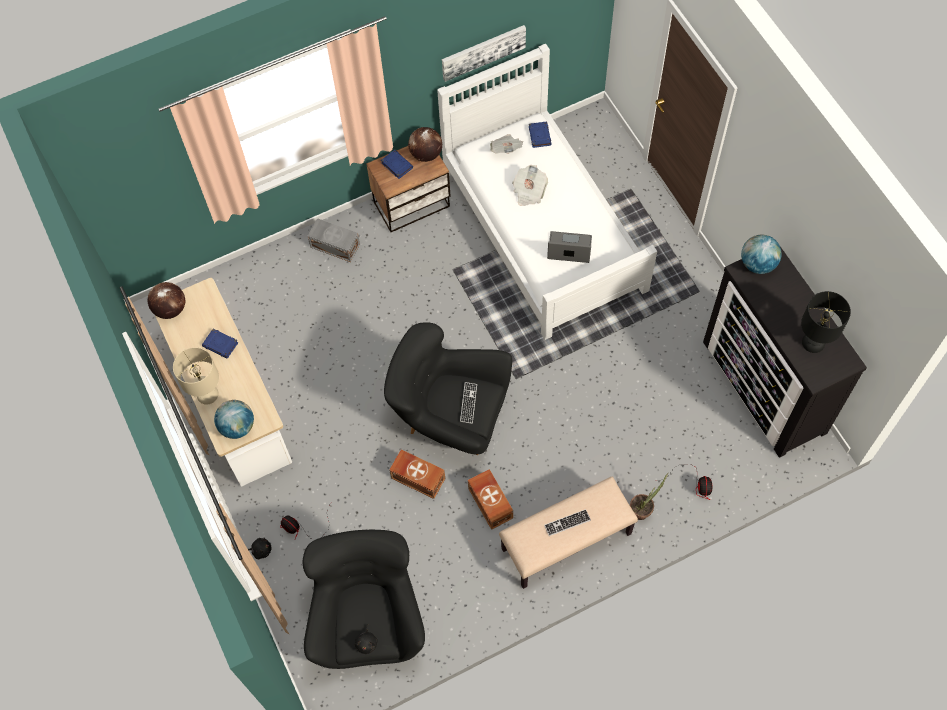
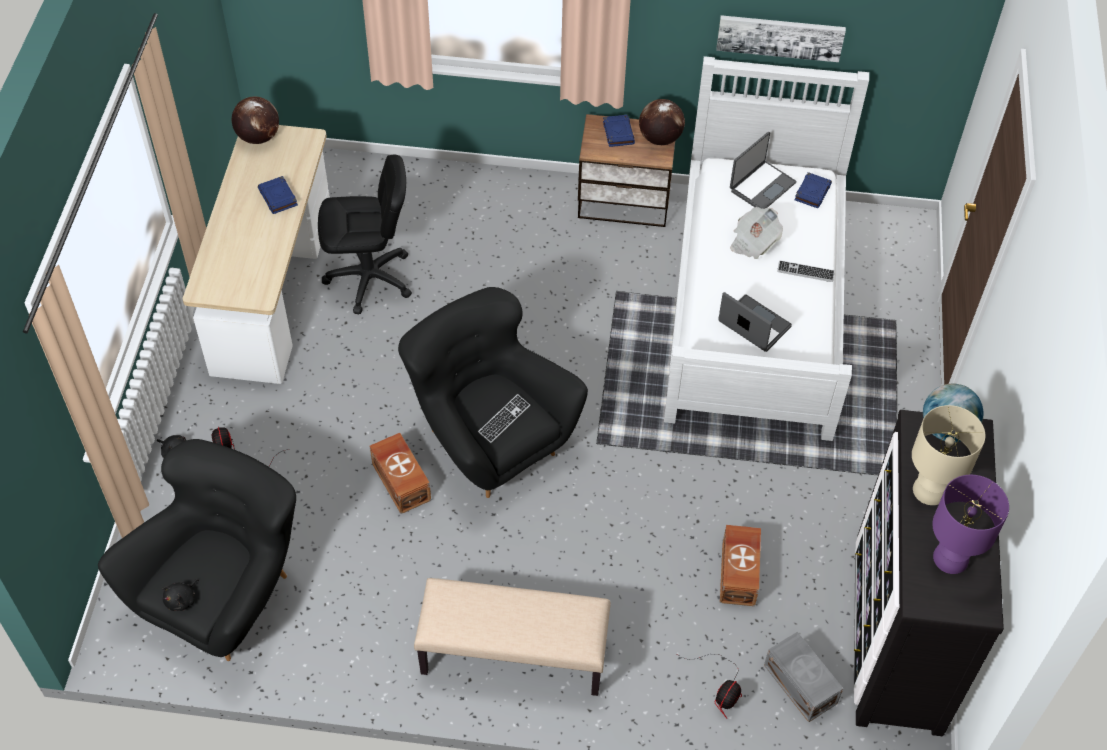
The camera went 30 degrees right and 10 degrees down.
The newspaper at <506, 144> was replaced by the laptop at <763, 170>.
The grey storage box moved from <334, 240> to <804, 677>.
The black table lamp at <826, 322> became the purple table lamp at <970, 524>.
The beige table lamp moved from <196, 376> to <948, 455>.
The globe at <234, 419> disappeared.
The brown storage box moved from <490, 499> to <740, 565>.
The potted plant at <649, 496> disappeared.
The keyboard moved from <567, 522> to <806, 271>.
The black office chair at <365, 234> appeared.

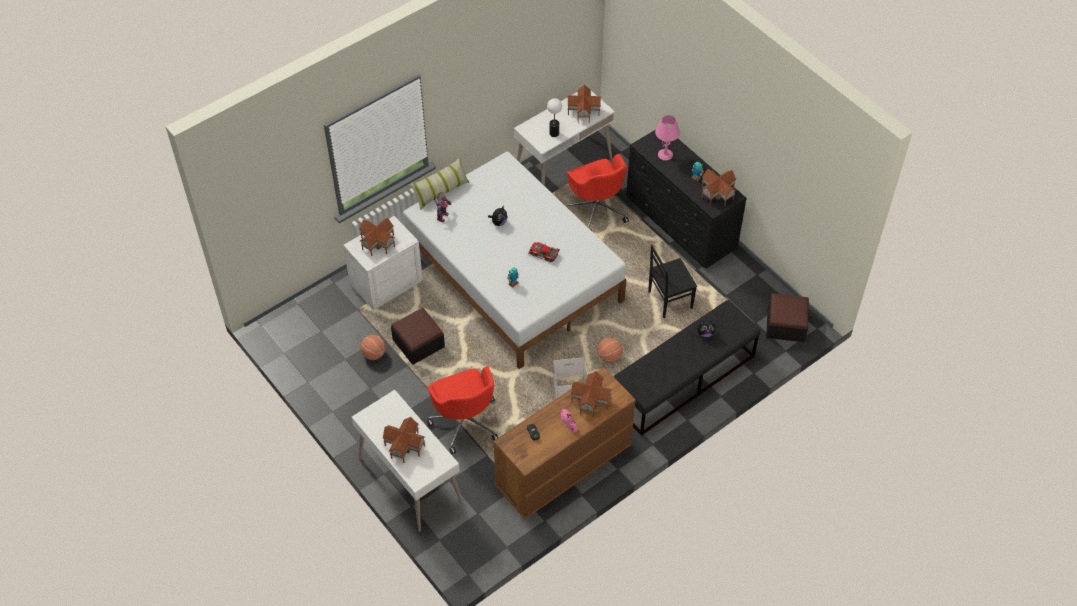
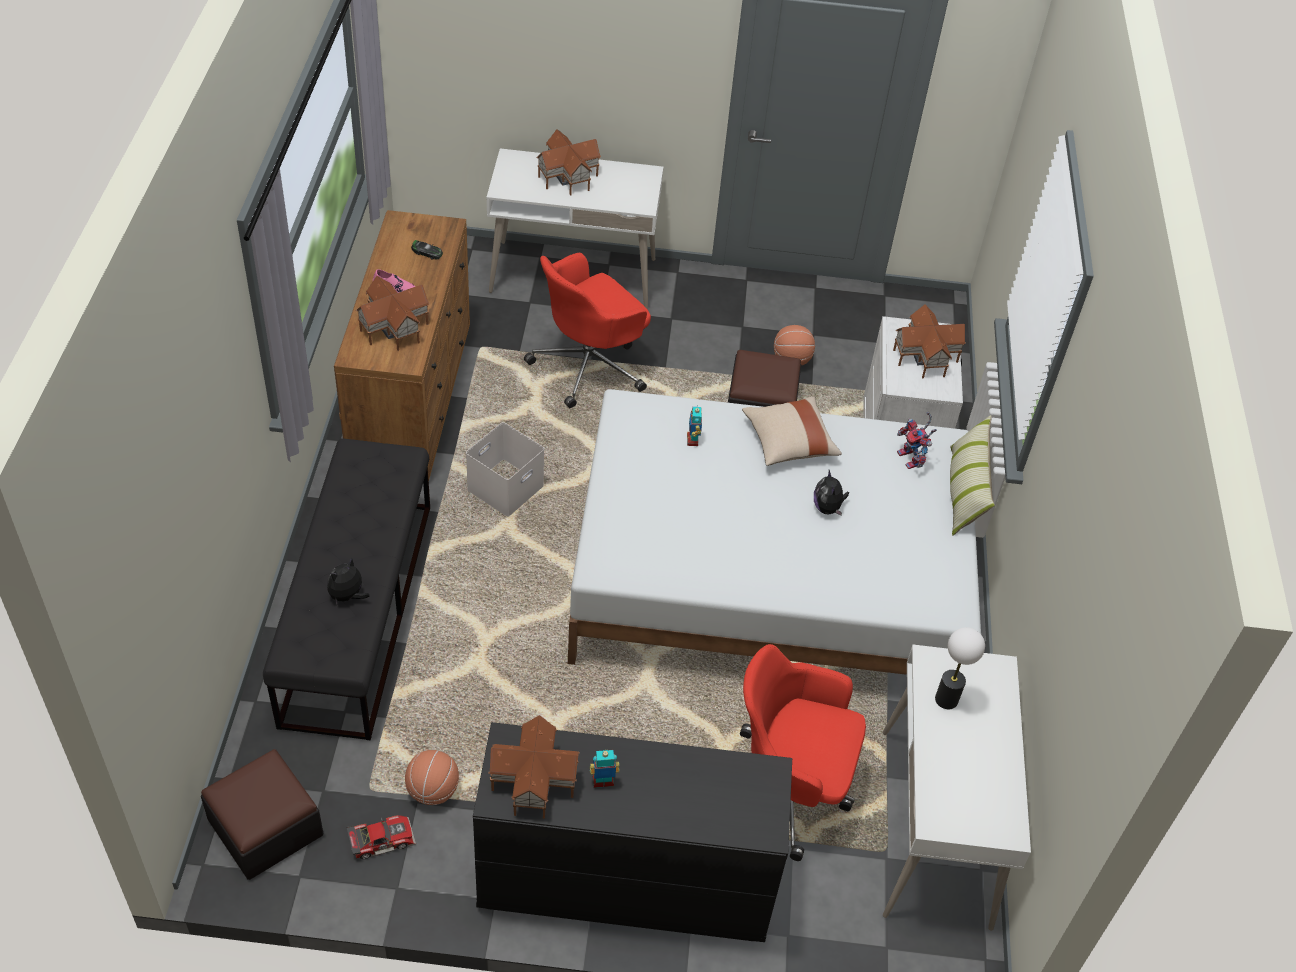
The camera went 130 degrees right and 5 degrees down.
The toy house at <584, 104> disappeared.
The pink table lamp at <667, 137> disappeared.
The toy car moved from <544, 252> to <381, 837>.
The black chair at <672, 281> disappeared.
The basketball moved from <610, 350> to <432, 777>.
The red office chair at <462, 410> turned 60 degrees counterclockwise.
The beige pillow at <792, 431> appeared.

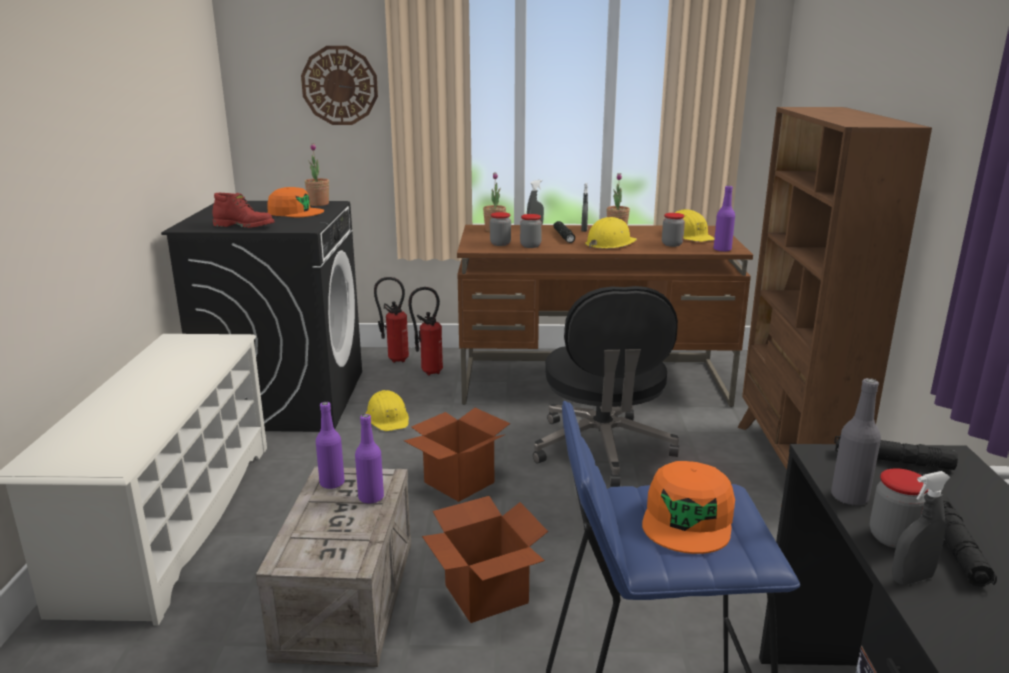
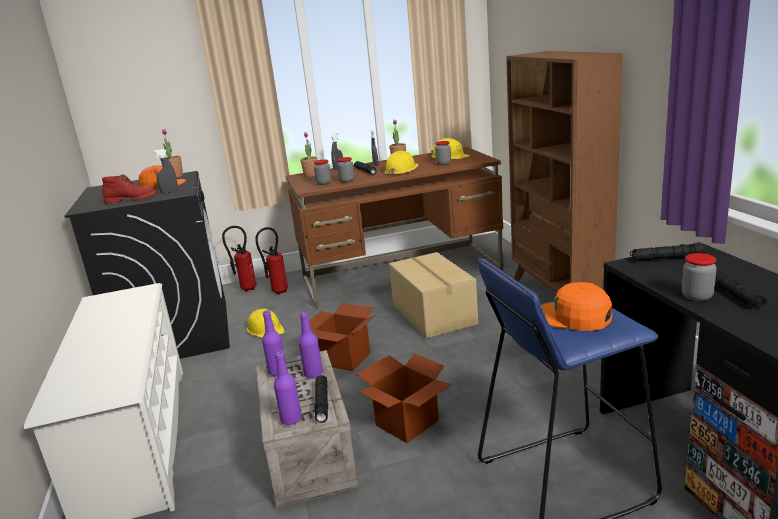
The camera went 15 degrees left and 0 degrees up.
The wall clock at <339, 85> disappeared.
The purple bottle moved from <724, 219> to <288, 388>.
The black office chair at <606, 386> was replaced by the cardboard box at <433, 295>.
The grey bottle at <856, 441> disappeared.
The orange cap at <688, 507> turned 120 degrees clockwise.
The grey spray bottle moved from <921, 528> to <165, 171>.
The black flashlight at <321, 399> appeared.

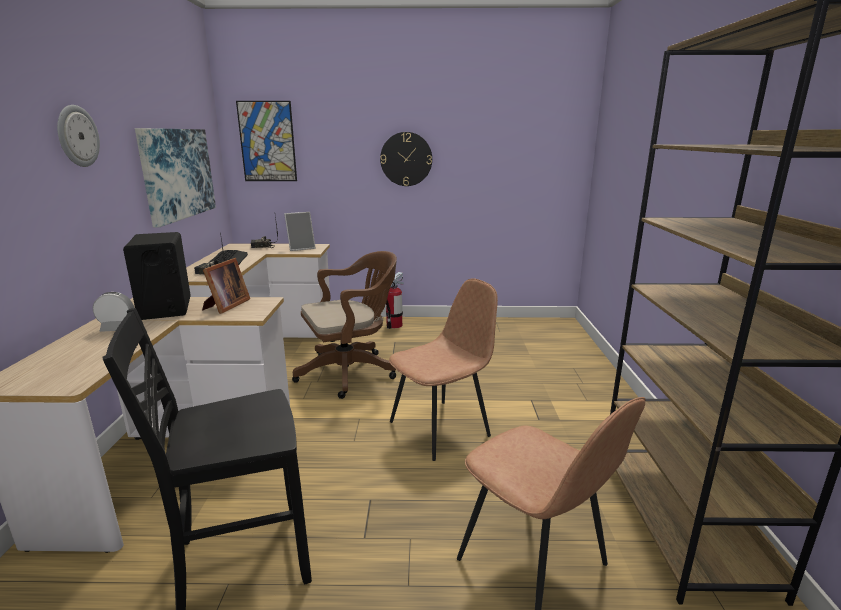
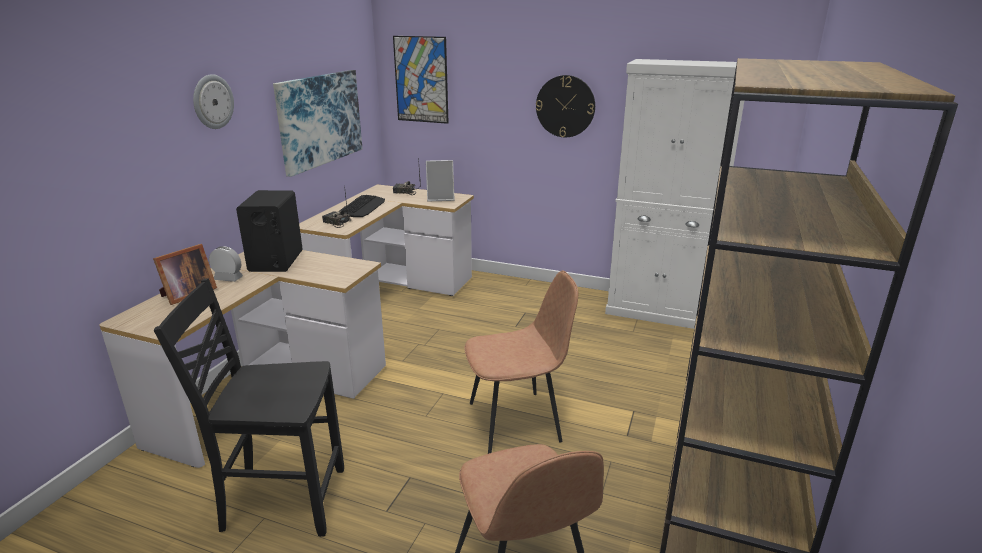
The camera went 20 degrees right and 5 degrees up.
The brown office chair at <344, 325> disappeared.
The picture frame moved from <226, 286> to <185, 274>.
The fire extinguisher at <395, 300> disappeared.
The white cabinet at <674, 194> appeared.

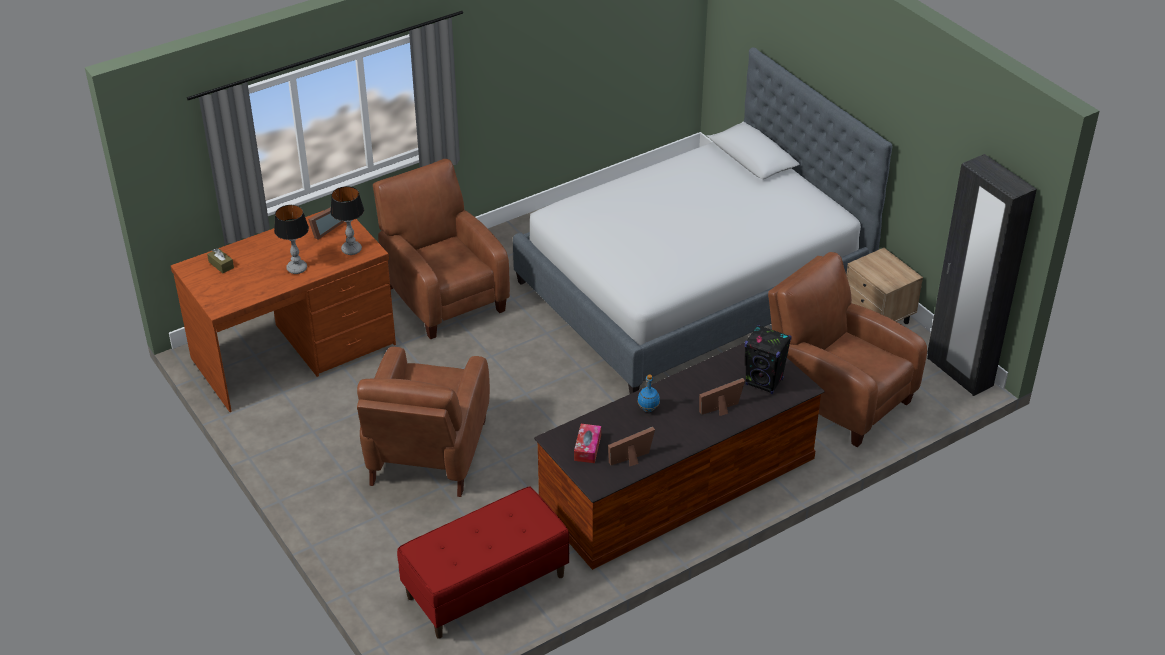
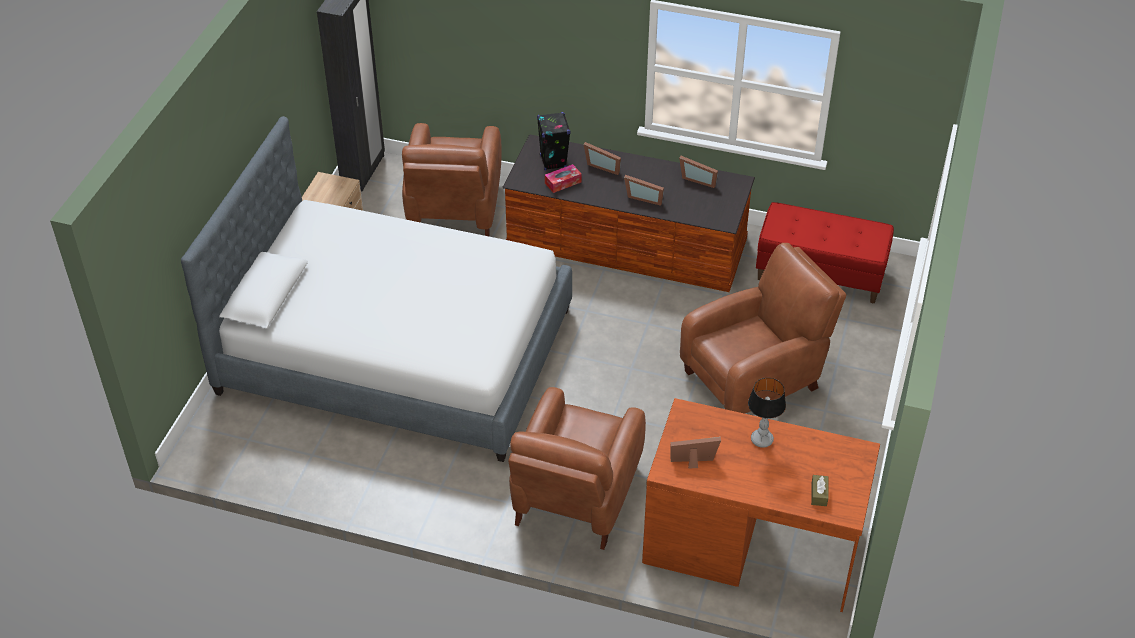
The camera went 130 degrees left and 5 degrees up.
The table lamp at <347, 220> disappeared.
The blue bottle at <648, 393> was replaced by the picture frame at <644, 190>.
The tissue box moved from <587, 443> to <563, 178>.

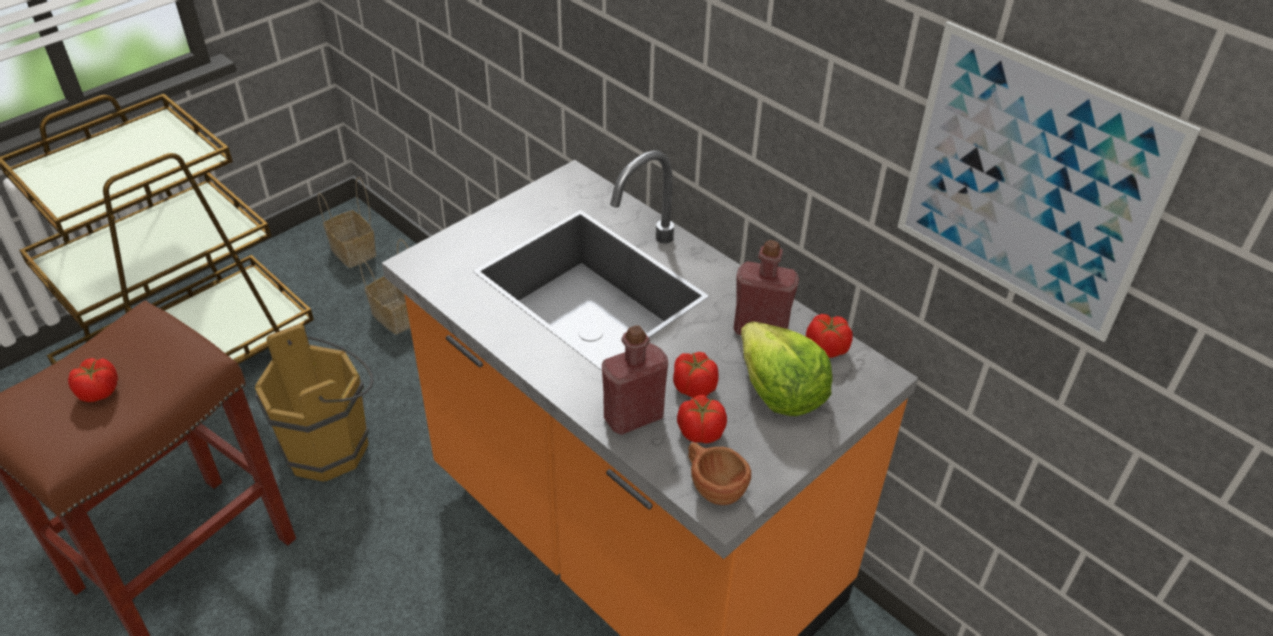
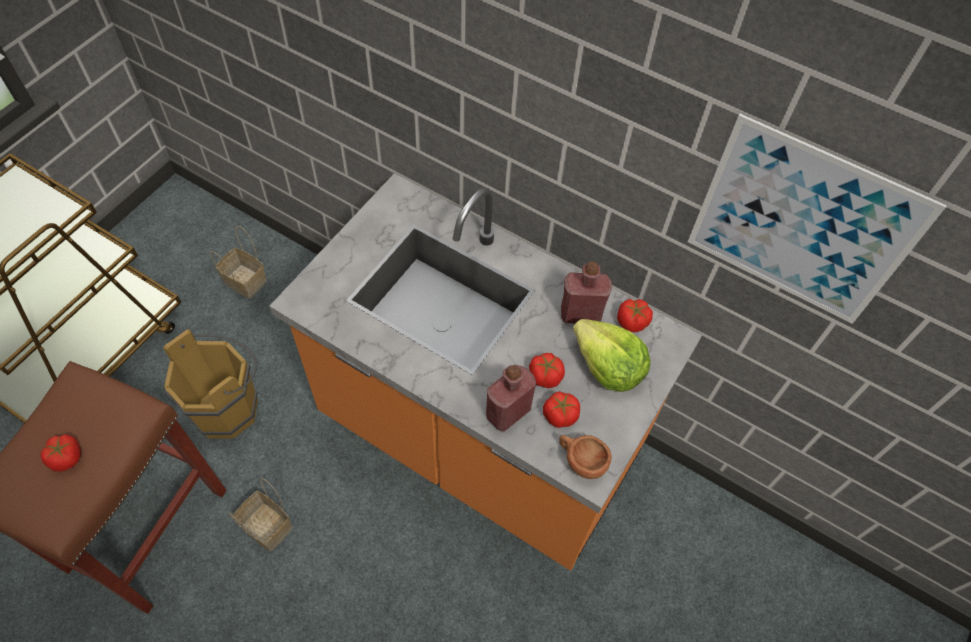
The camera went 15 degrees left and 15 degrees up.
The basket moved from <347, 222> to <260, 514>.

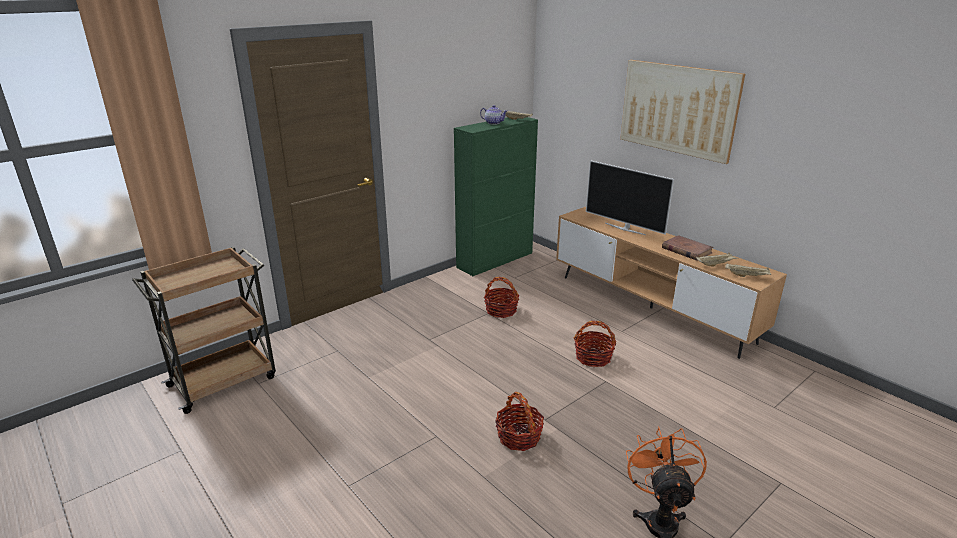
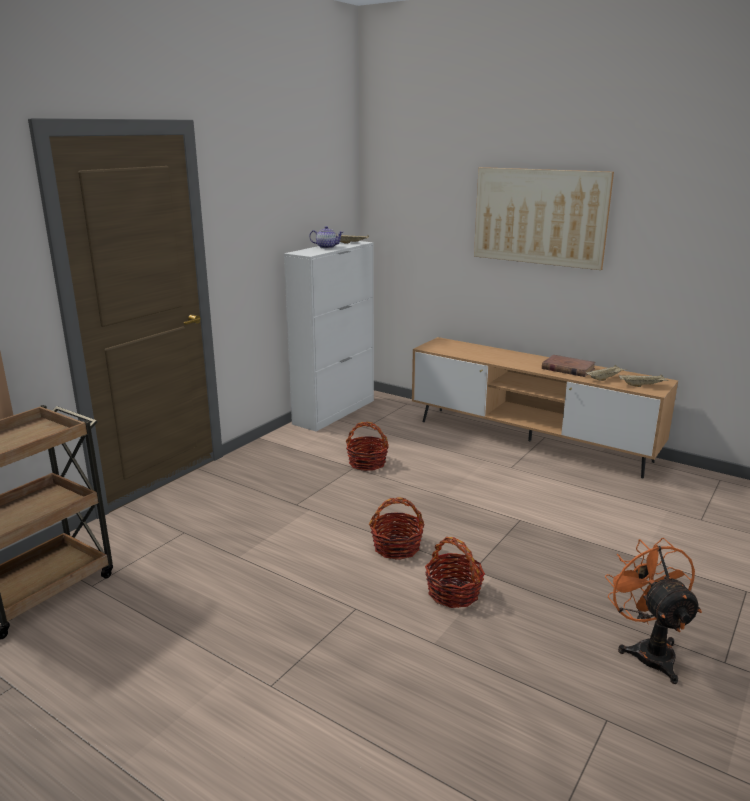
The camera went 15 degrees left and 5 degrees down.
The green cabinet at <496, 196> became the white cabinet at <329, 336>.
The television at <630, 197> disappeared.
The basket moved from <595, 344> to <397, 528>.

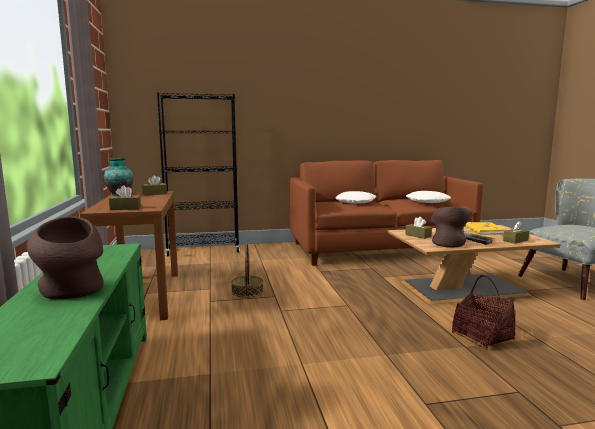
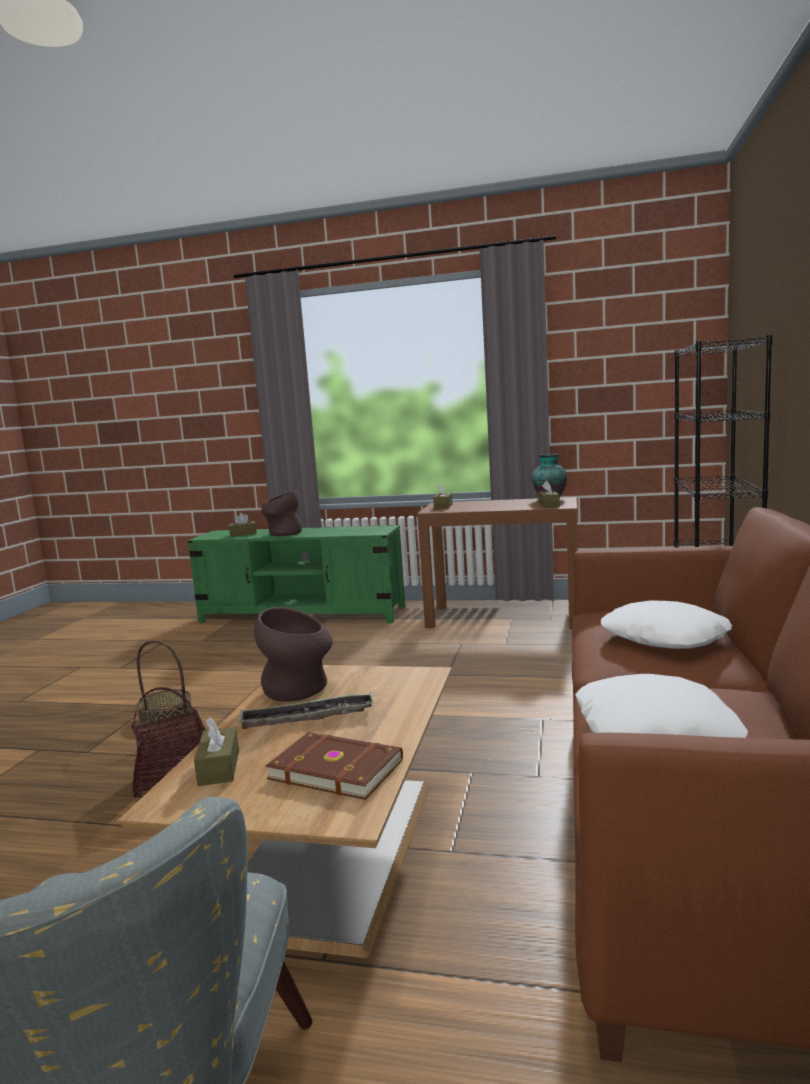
The camera went 115 degrees right and 0 degrees up.
The brown tissue box moved from <418, 228> to <243, 525>.
The yellow book at <485, 228> became the brown book at <334, 766>.
The basket moved from <247, 270> to <165, 684>.

